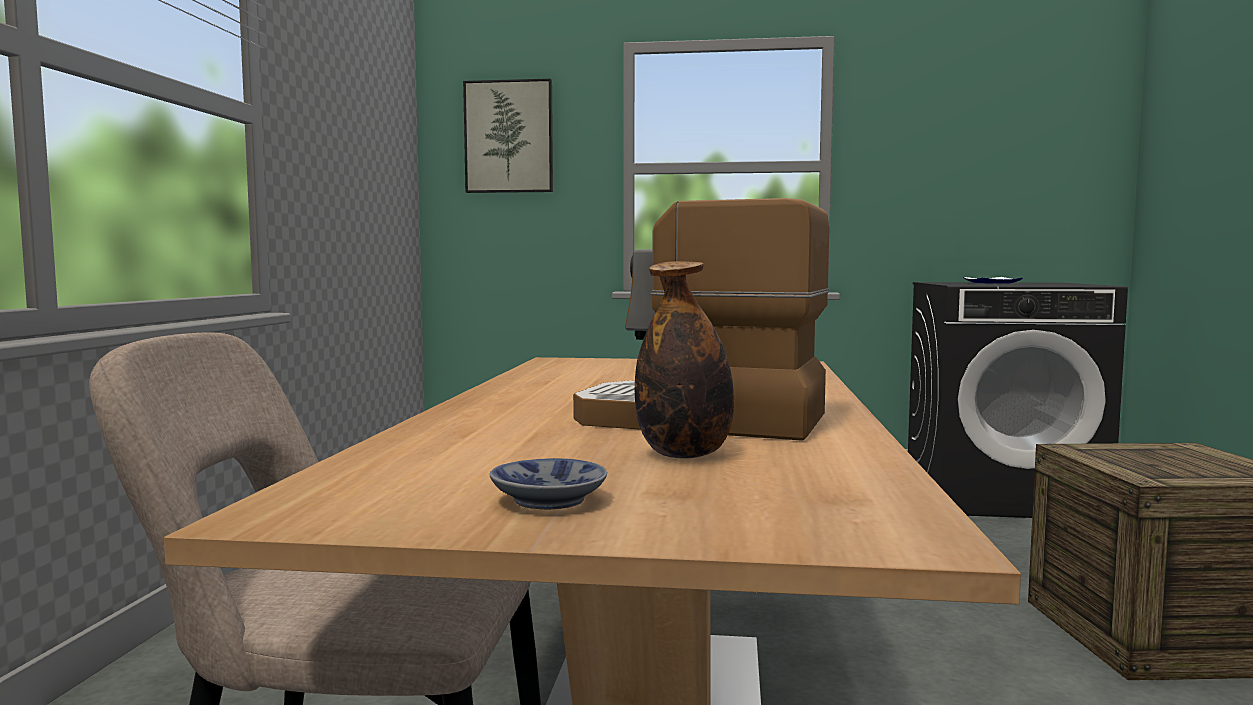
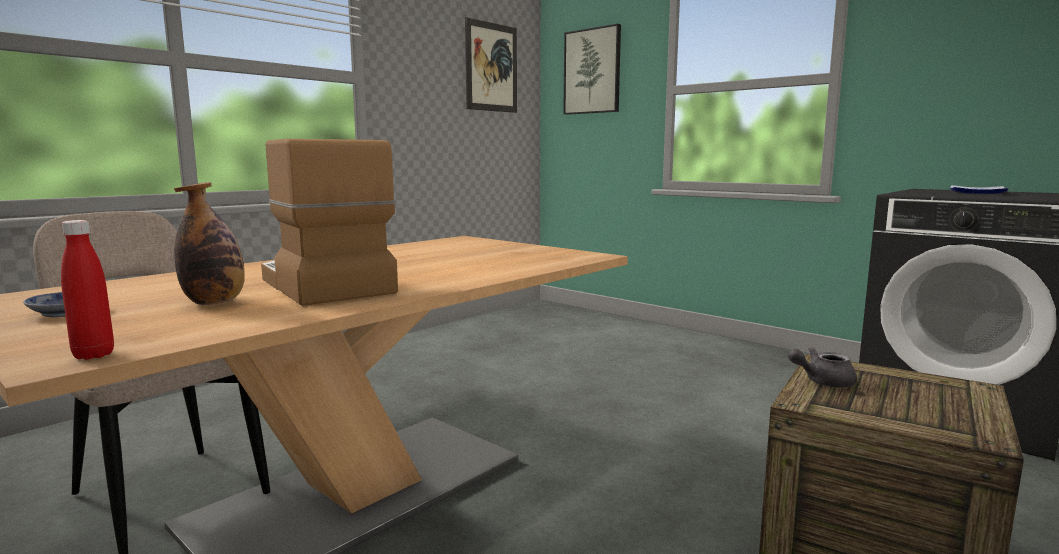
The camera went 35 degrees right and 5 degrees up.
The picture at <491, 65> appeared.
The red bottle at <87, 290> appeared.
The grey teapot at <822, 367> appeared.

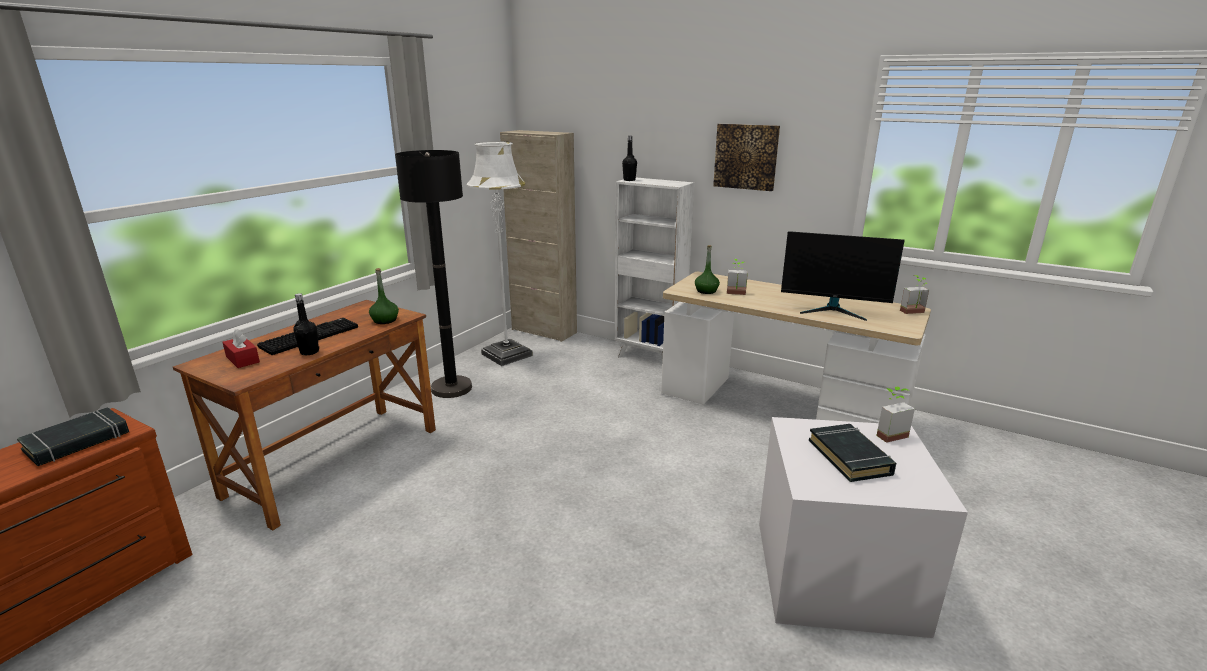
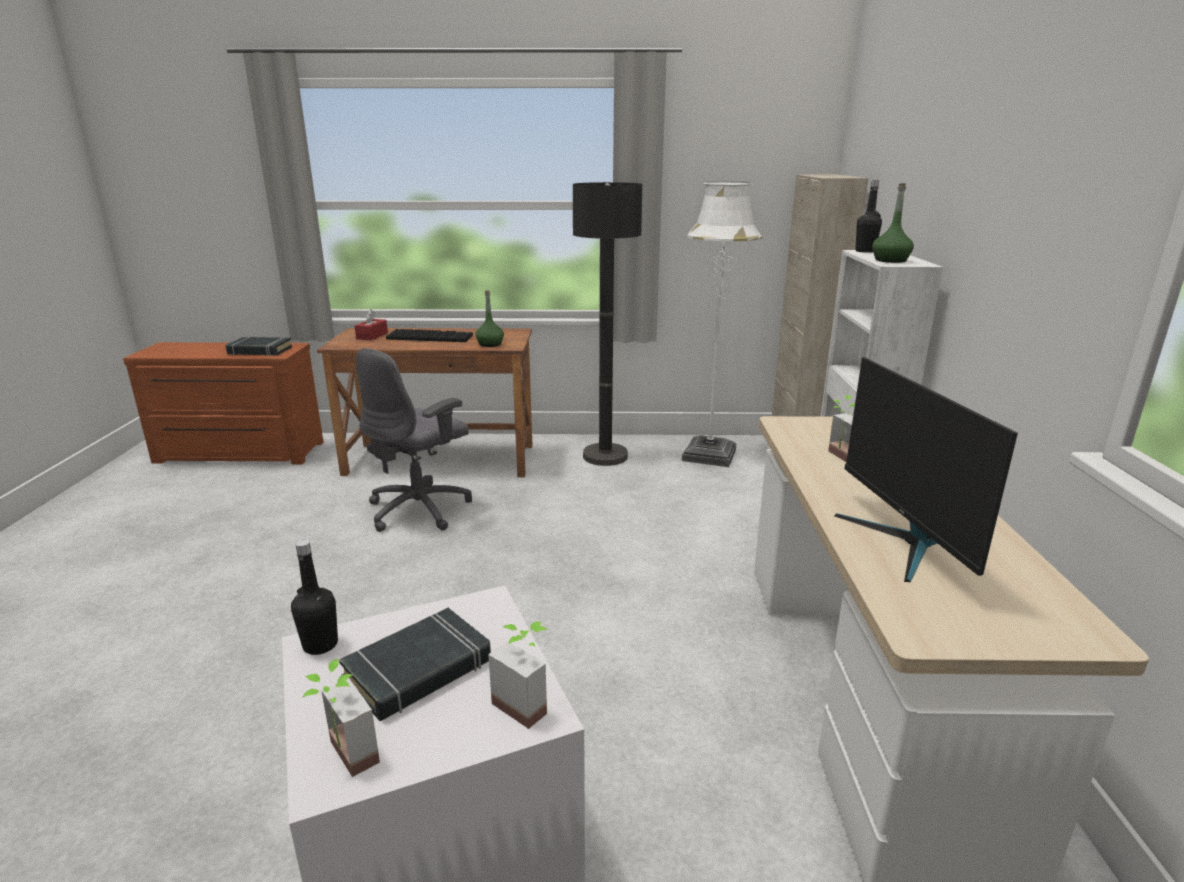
The camera went 60 degrees right and 0 degrees up.
The picture at <746, 157> disappeared.
The green bottle moved from <707, 269> to <893, 223>.
The potted plant moved from <914, 294> to <341, 718>.
The black bottle moved from <306, 324> to <314, 597>.
The grey office chair at <414, 440> appeared.

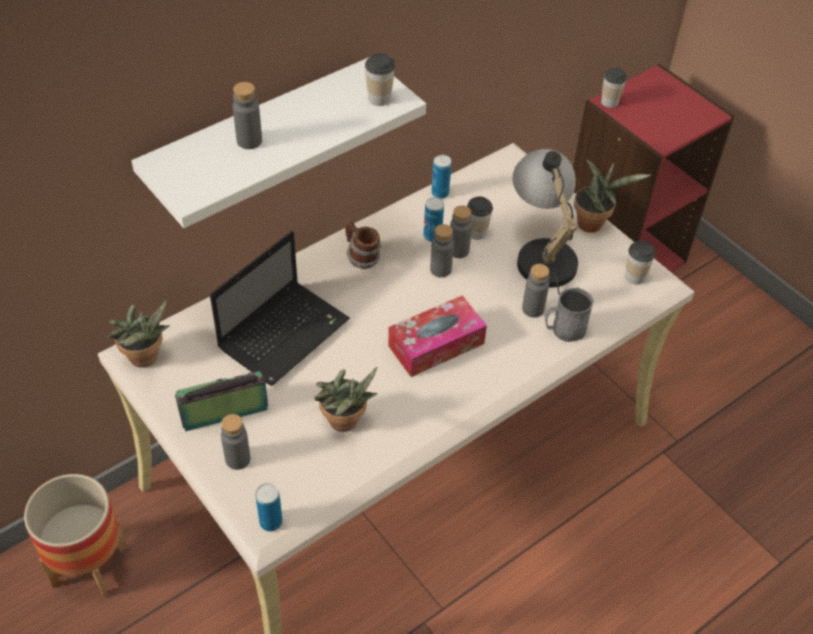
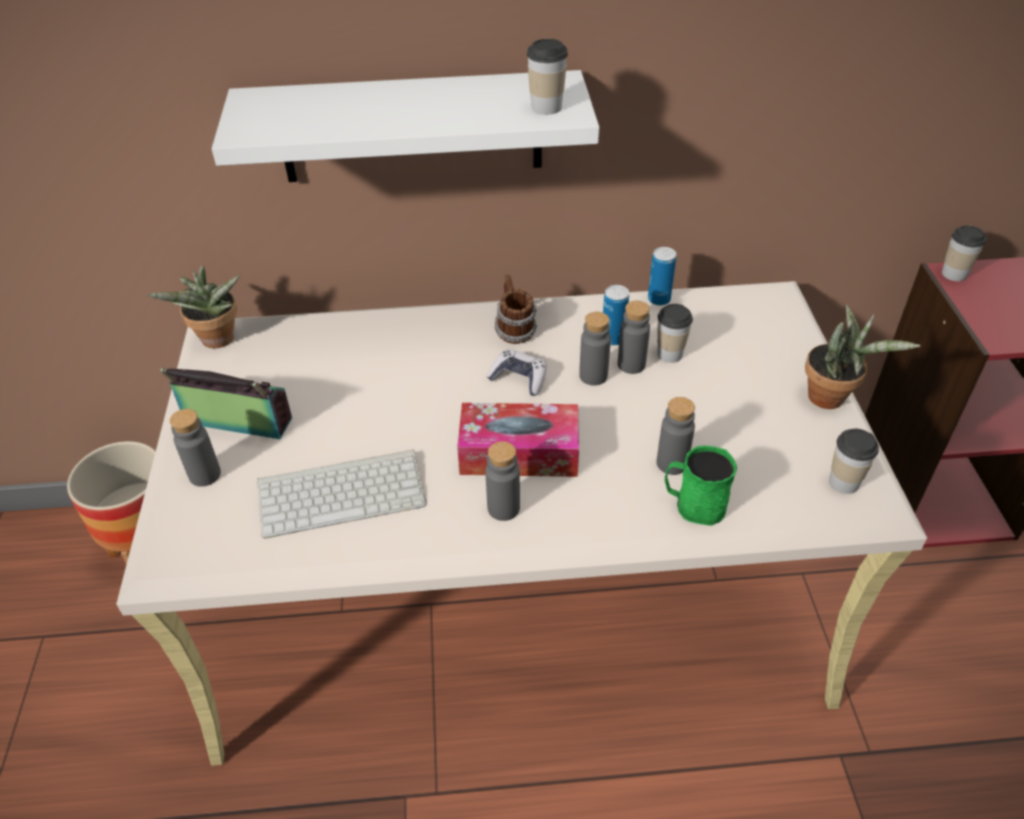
The camera went 35 degrees right and 5 degrees down.
The grey bottle moved from <247, 115> to <502, 481>.
The table lamp at <545, 222> disappeared.
The laptop at <280, 308> disappeared.
The grey mug at <569, 314> became the green mug at <701, 485>.
The potted plant at <346, 399> was replaced by the keyboard at <341, 494>.
The can at <269, 507> disappeared.
The game controller at <517, 372> appeared.

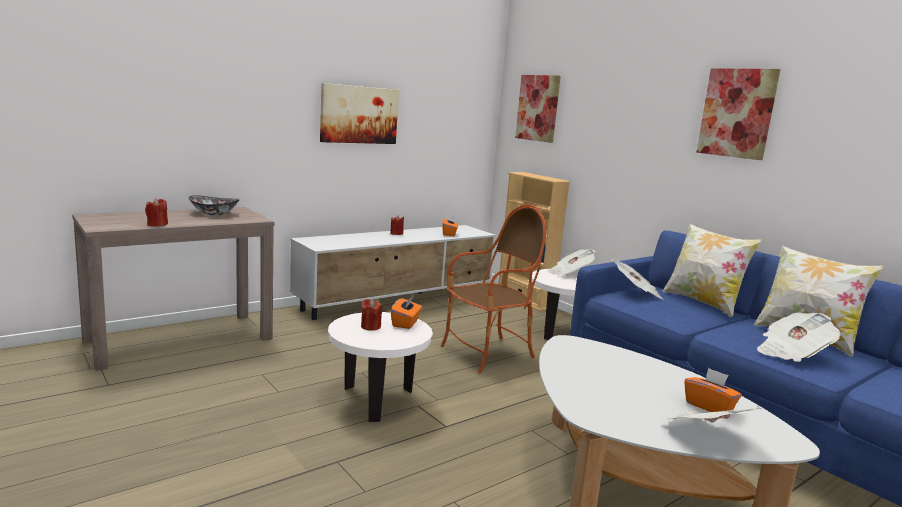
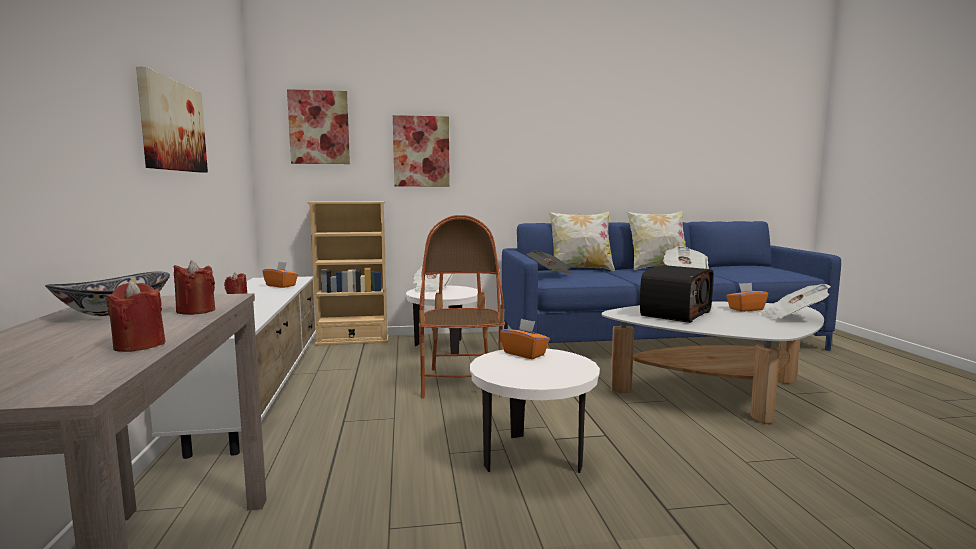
The camera went 60 degrees left and 5 degrees down.
The picture moved from <738, 114> to <421, 151>.
The red candle moved from <371, 314> to <194, 287>.
The radio at <676, 294> appeared.

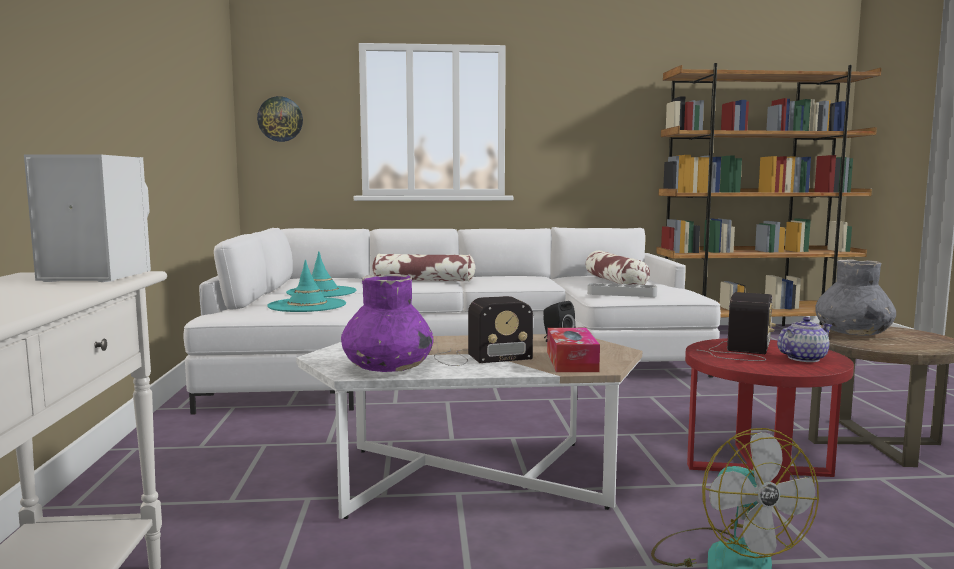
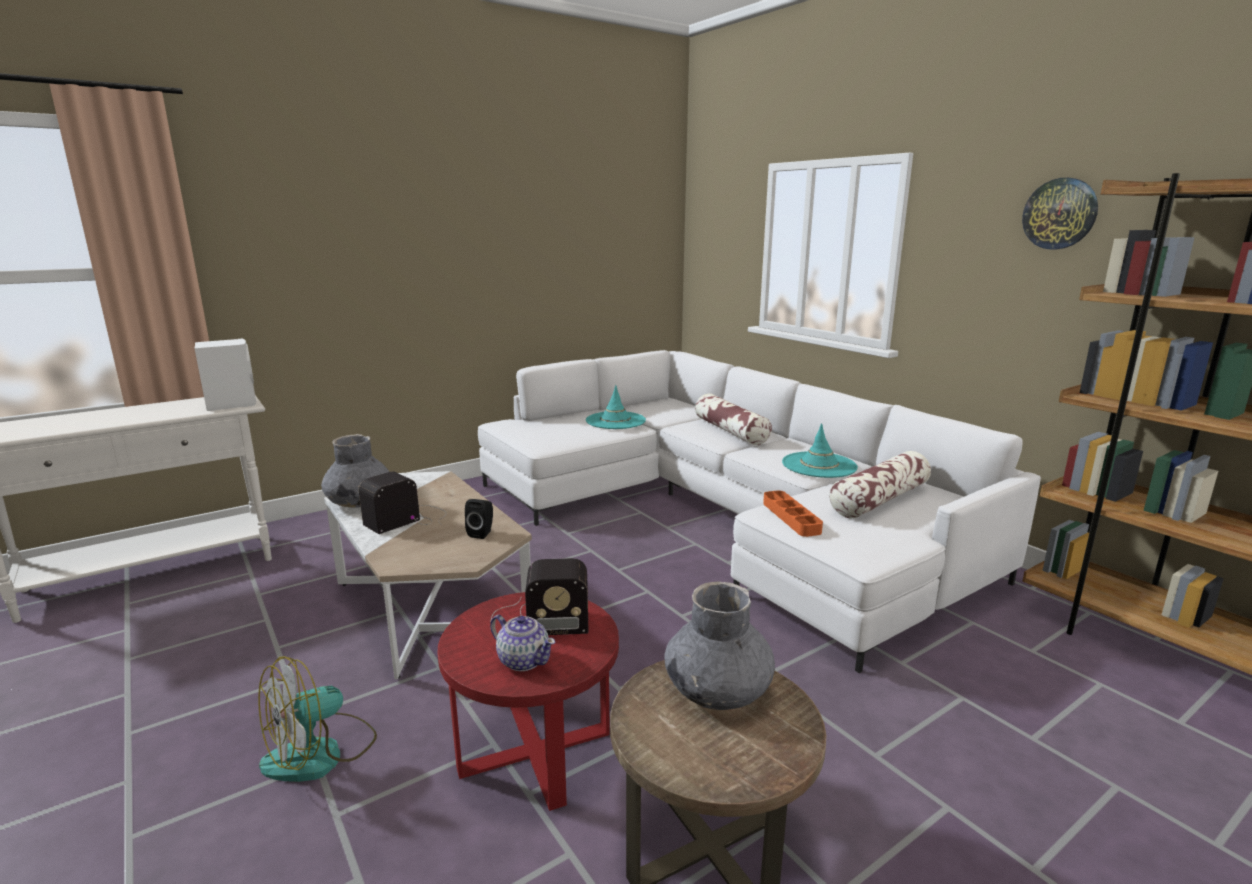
The camera went 60 degrees right and 10 degrees up.
The wall clock moved from <280, 119> to <1060, 214>.
The turquoise hat moved from <306, 286> to <820, 450>.
The purple vase at <387, 323> became the grey vase at <355, 471>.
The grey tray at <622, 290> became the orange tray at <793, 514>.
The radio at <483, 331> turned 90 degrees clockwise.
The tissue box at <573, 350> disappeared.

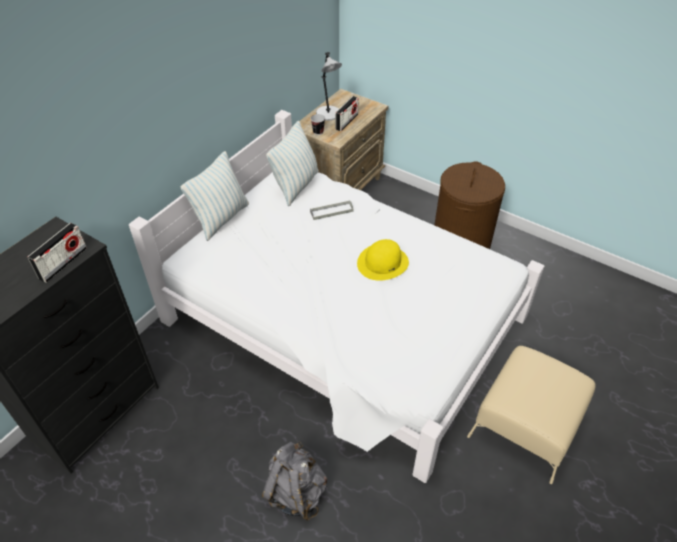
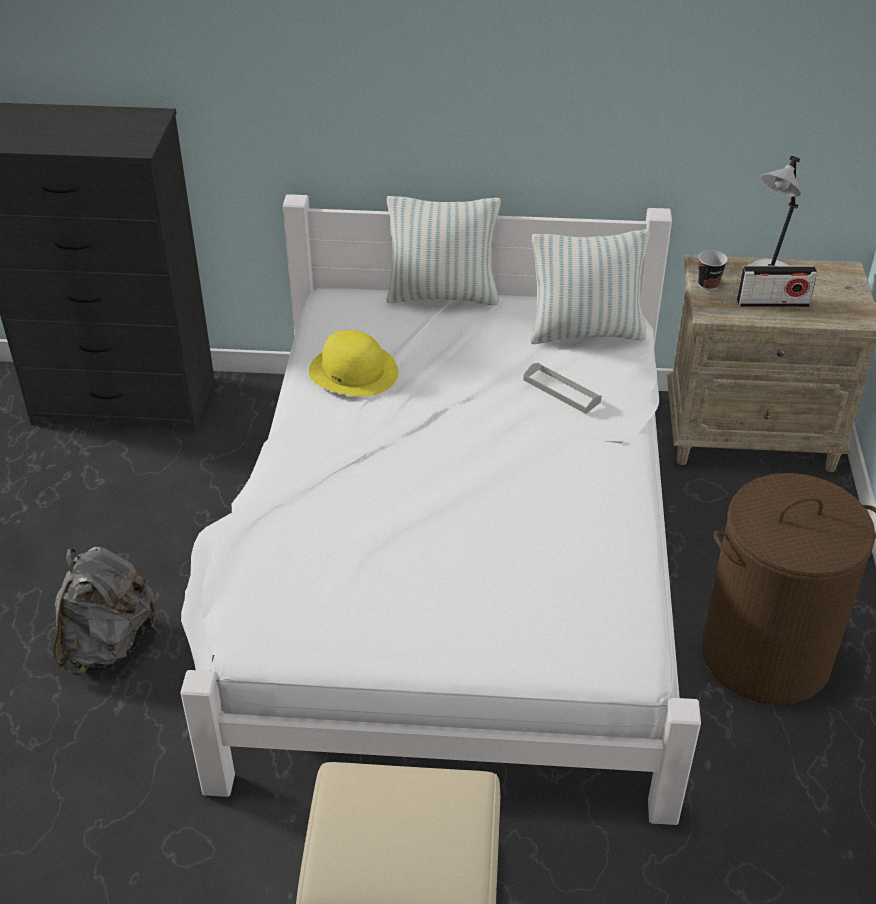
The camera went 60 degrees right and 5 degrees down.
The radio at <57, 253> disappeared.
The yellow hat moved from <383, 260> to <353, 363>.

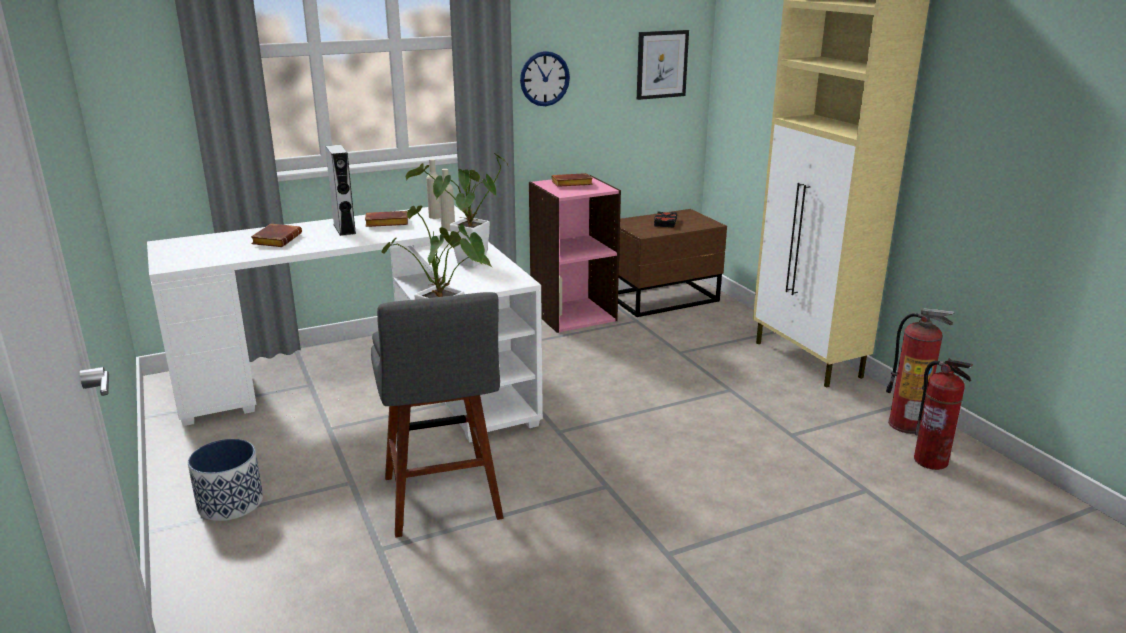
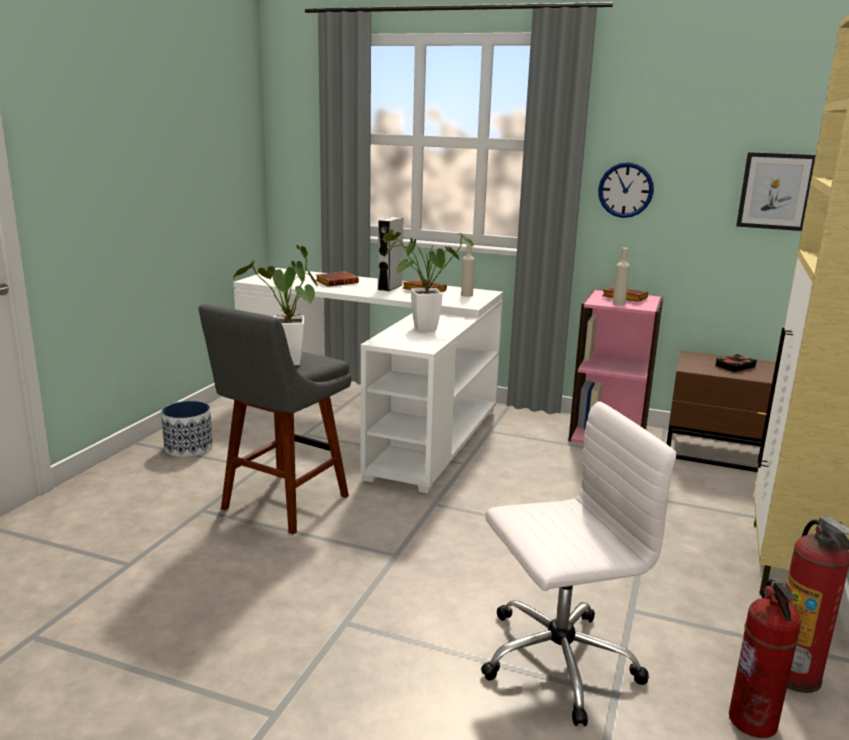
The camera went 45 degrees right and 5 degrees down.
The beige bottle moved from <447, 200> to <621, 277>.
The white office chair at <578, 563> appeared.

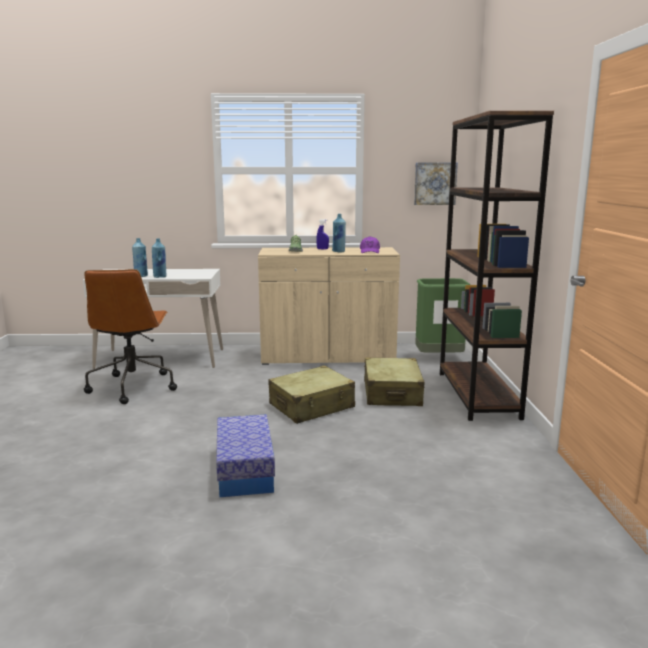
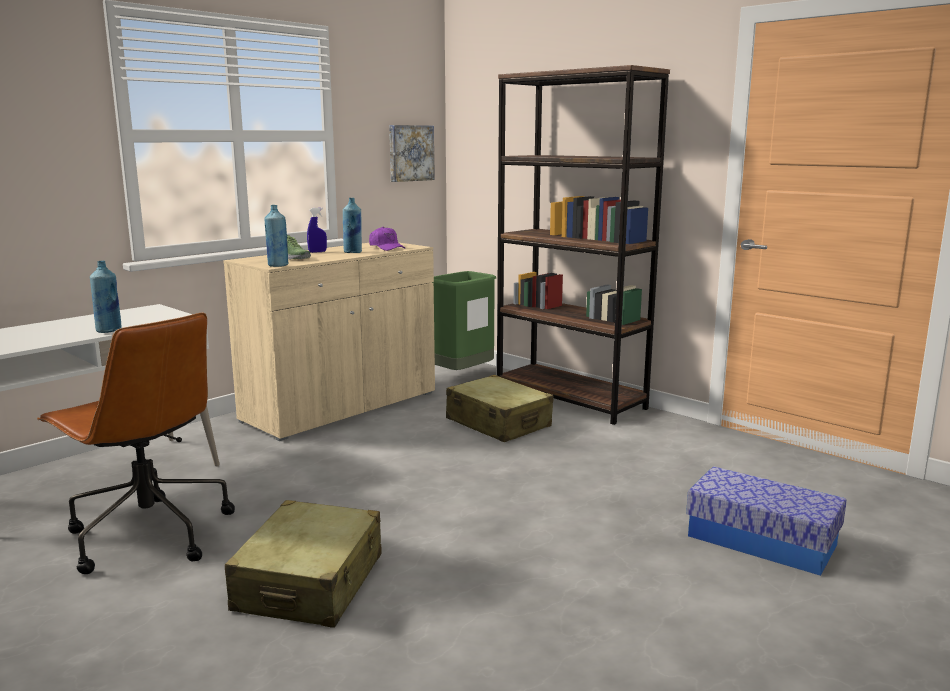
The camera went 45 degrees left and 0 degrees up.
The blue bottle moved from <140, 257> to <276, 236>.
The beige suitcase moved from <311, 395> to <303, 564>.
The storage box moved from <245, 455> to <766, 521>.

